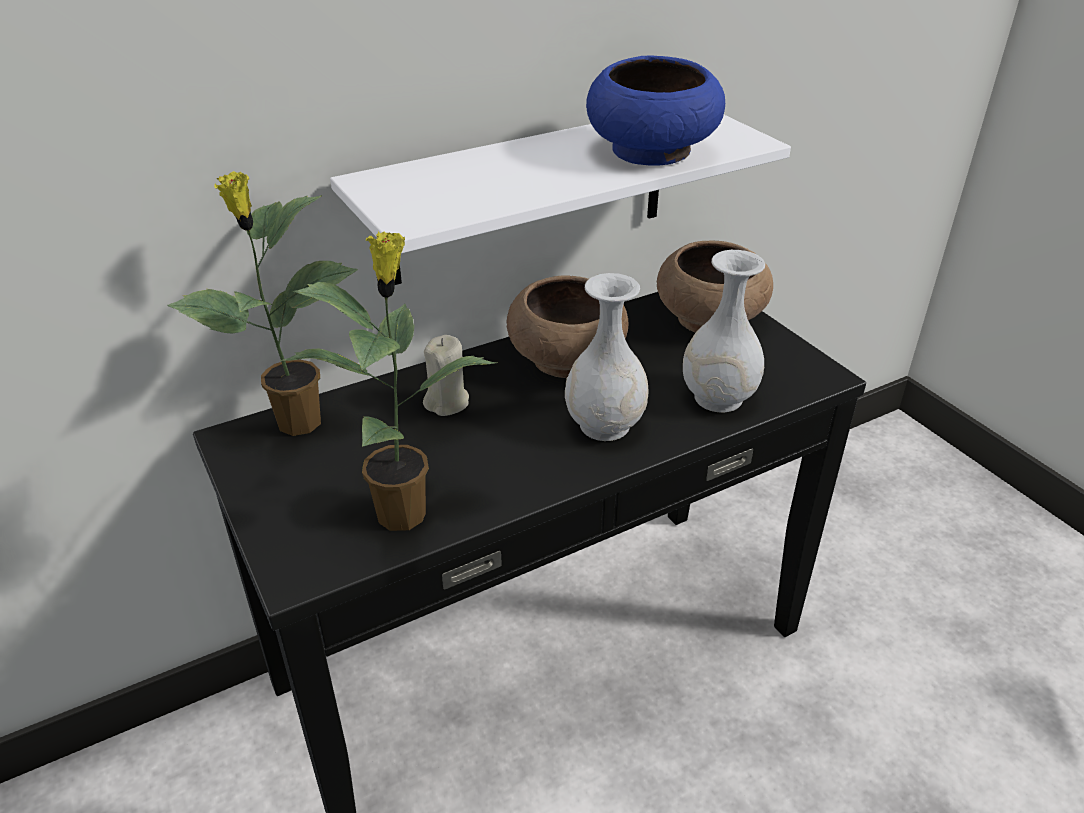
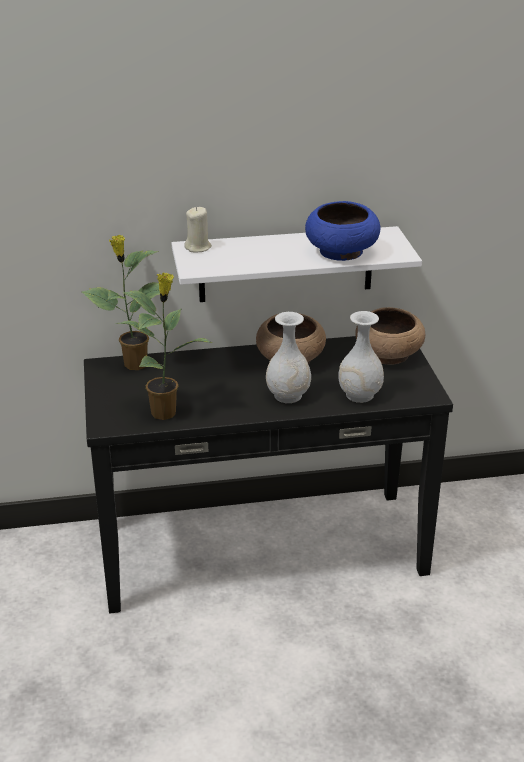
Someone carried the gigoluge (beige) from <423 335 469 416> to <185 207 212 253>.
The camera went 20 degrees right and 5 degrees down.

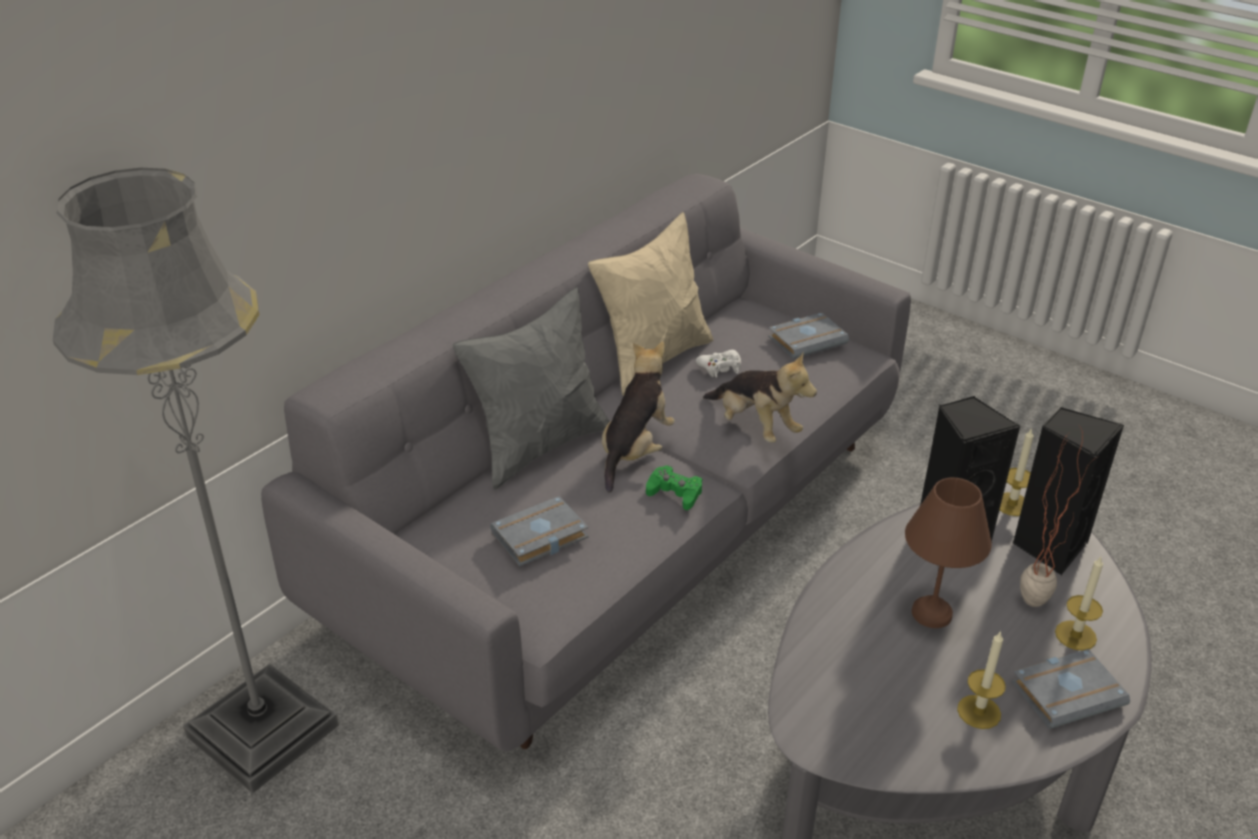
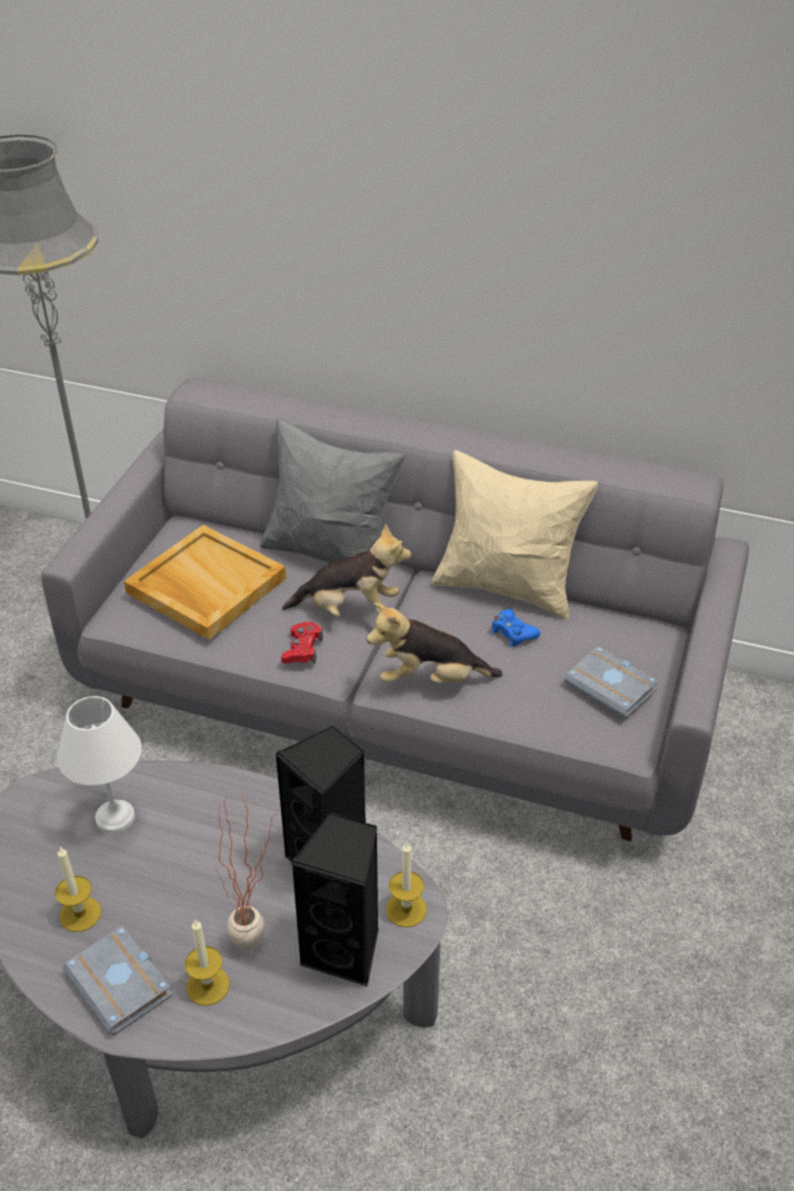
Someone put down the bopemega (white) at <57 696 142 834>.
Someone swapped the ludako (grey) at <490 496 589 567> for the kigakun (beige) at <124 525 286 640>.
Someone repainted the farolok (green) at <646 465 702 510>, which became the farolok (red) at <281 622 323 664>.
Someone rotated the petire at <703 352 817 443> by 60 degrees clockwise.
Someone repainted the farolok (white) at <696 350 741 378>, which became the farolok (blue) at <492 609 541 647>.
Someone took away the bopemega (brown) at <905 478 992 628>.
The camera went 70 degrees right and 5 degrees up.

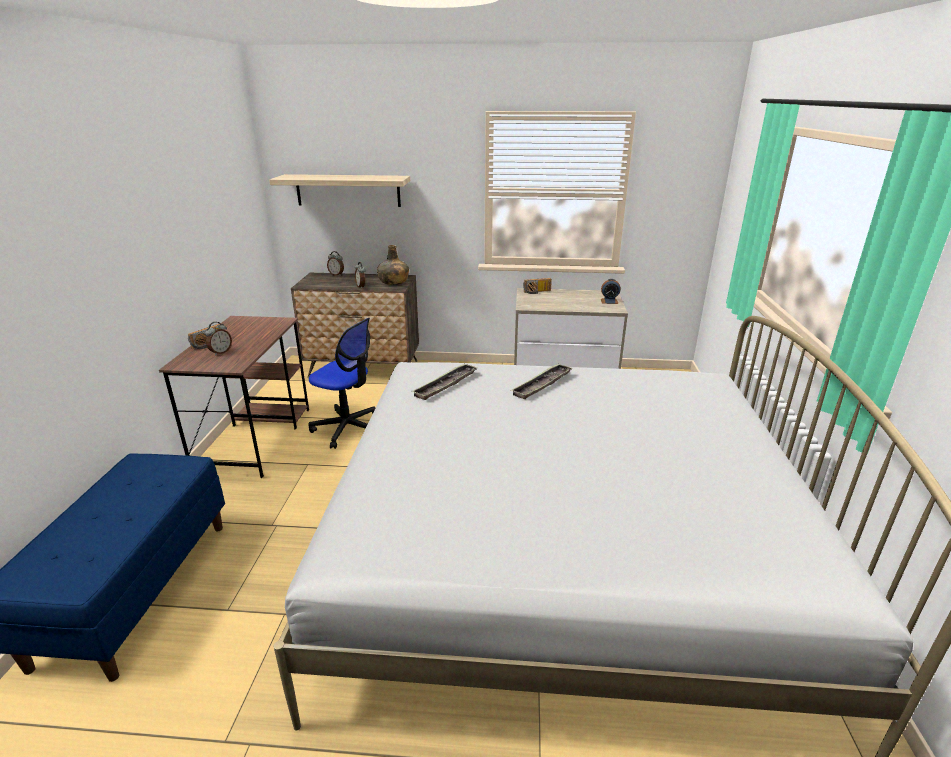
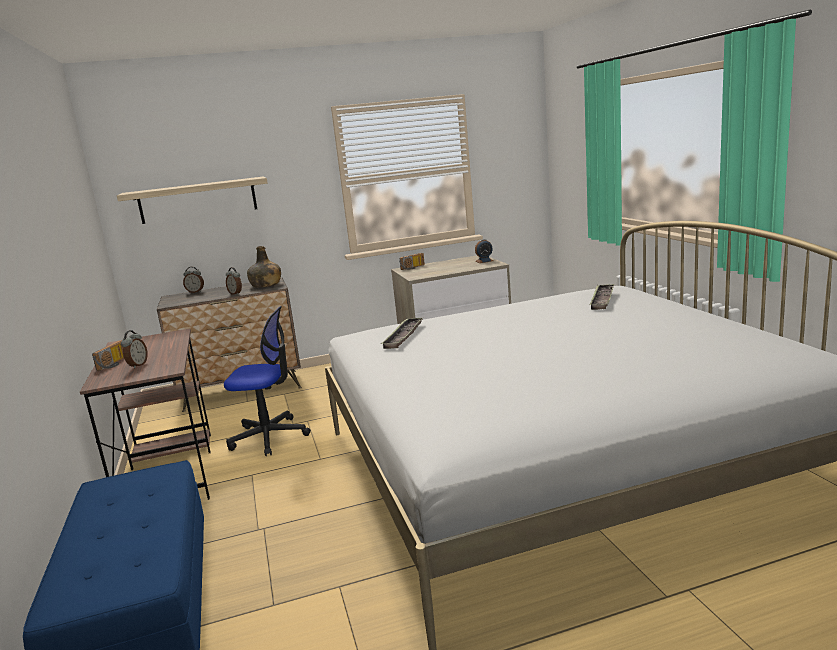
Someone carried the kigakun from <512 364 572 399> to <589 284 615 310>.
The camera went 20 degrees left and 10 degrees down.

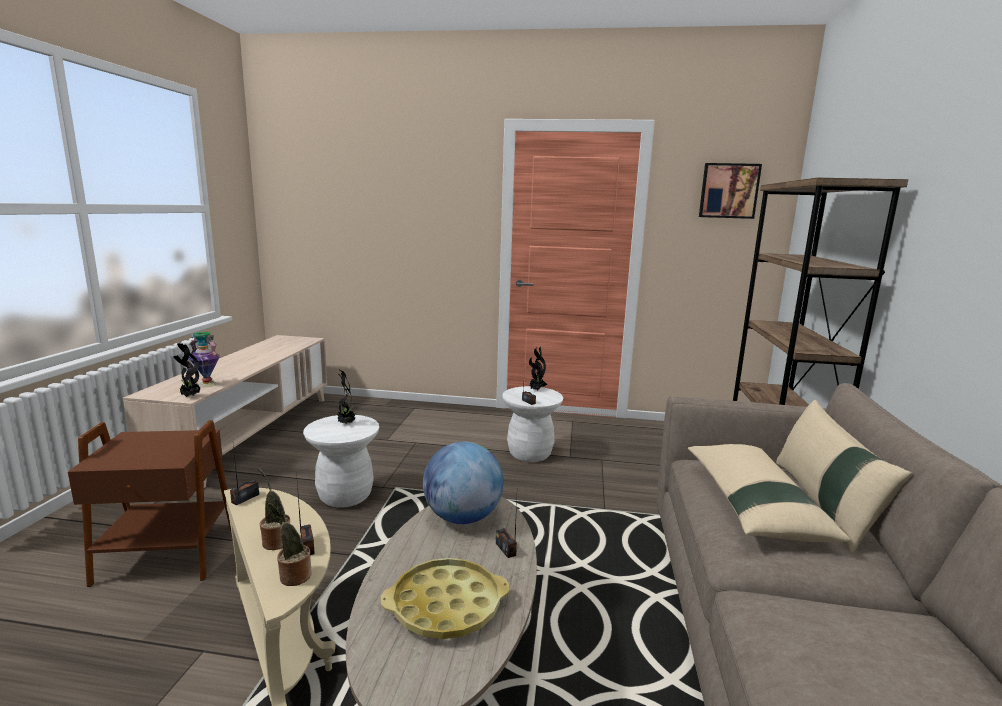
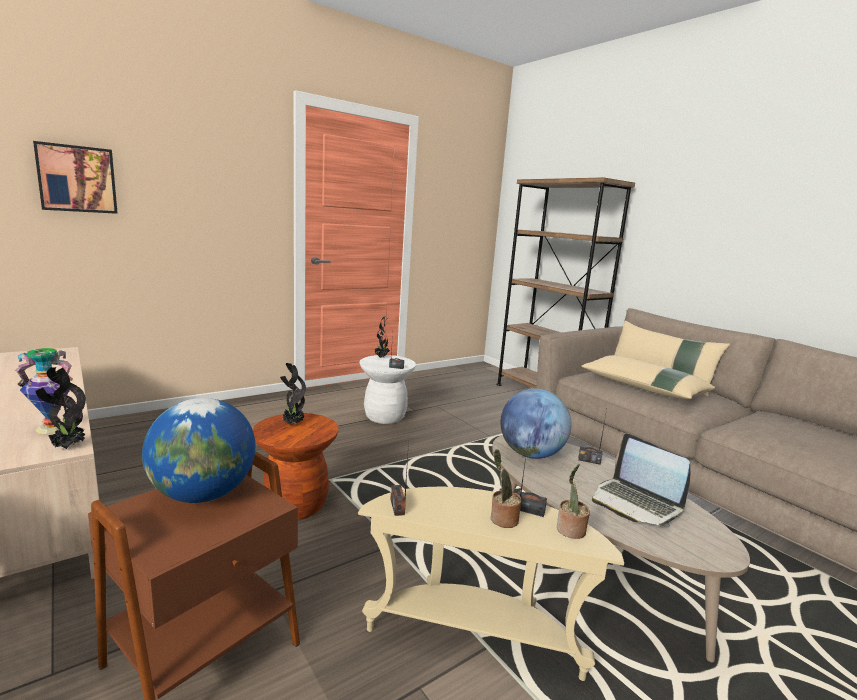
Someone carried the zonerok from <699 163 762 219> to <33 141 118 214>.
Someone put down the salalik at <142 398 255 503>.
Someone repainted the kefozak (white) at <303 415 379 508>, which became the kefozak (brown) at <252 413 338 520>.
Someone swapped the kigakun (yellow) at <381 558 510 639> for the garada at <592 434 690 527>.
The camera went 45 degrees left and 0 degrees up.

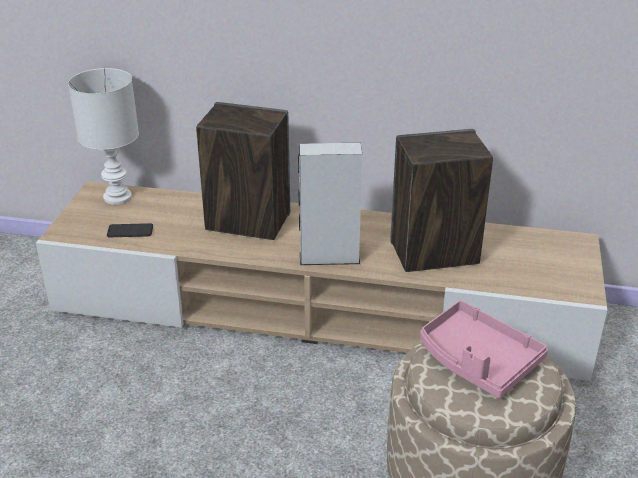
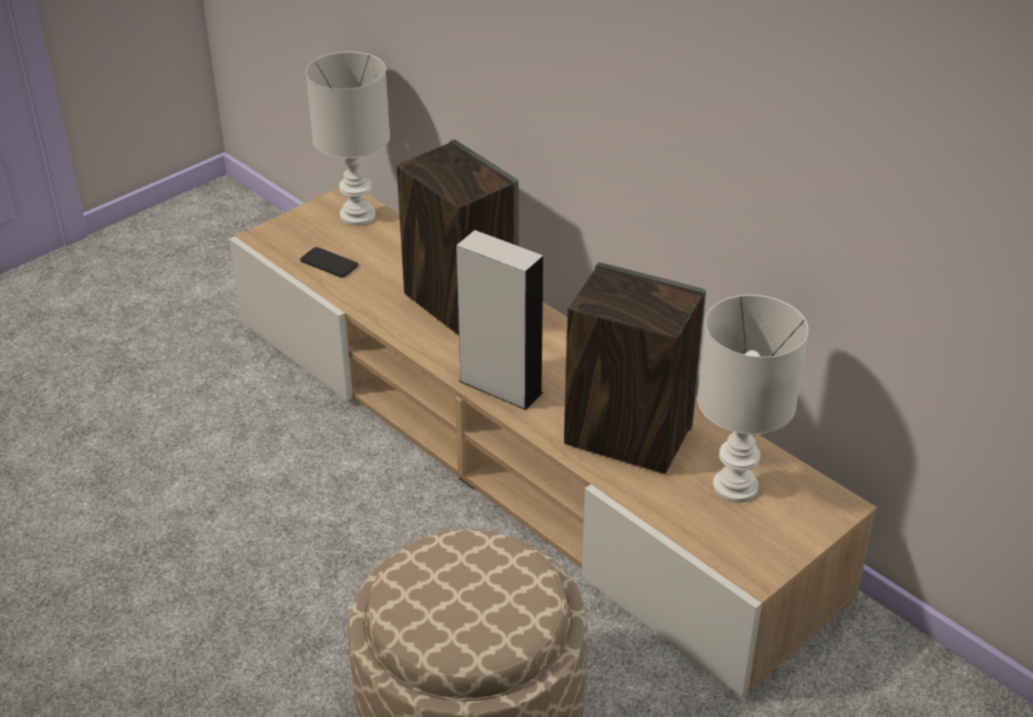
Someone put down the bopemega (white) at <697 295 809 503>.
Someone took away the kigakun (pink) at <420 300 548 398>.
The camera went 35 degrees right and 5 degrees up.

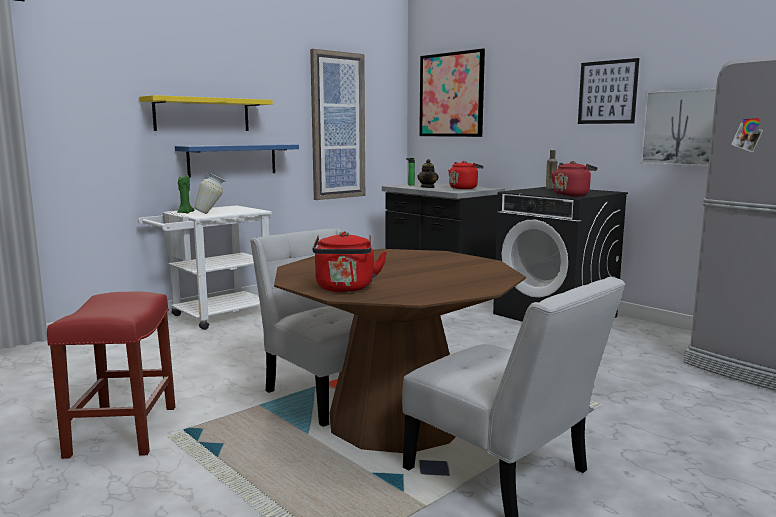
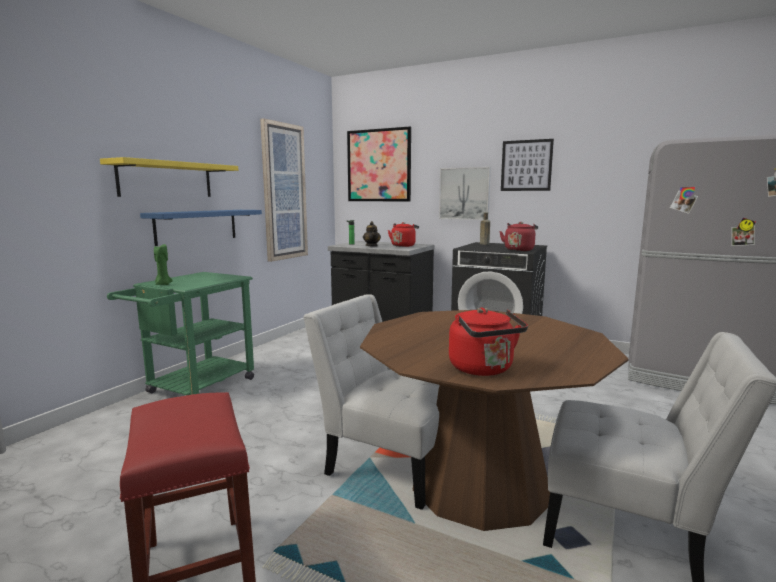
Someone repainted the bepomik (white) at <138 205 272 330>, which became the bepomik (green) at <107 272 254 395>.
Someone carried the zonerok from <640 88 716 166> to <439 167 491 220>.
Someone took away the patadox at <194 172 225 214>.
The camera went 20 degrees left and 0 degrees up.

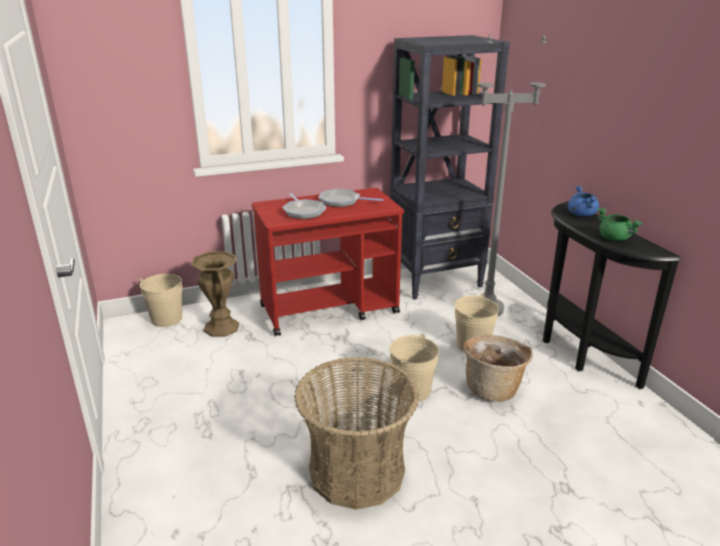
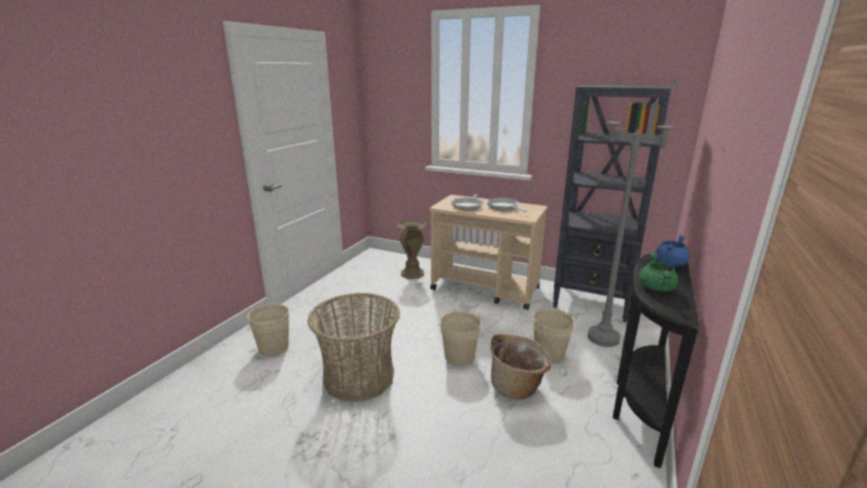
Someone carried the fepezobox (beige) from <139 274 183 327> to <247 303 289 356>.
Someone repainted the bepomik (red) at <252 188 404 336>, which became the bepomik (beige) at <430 195 548 310>.
The camera went 45 degrees right and 5 degrees down.

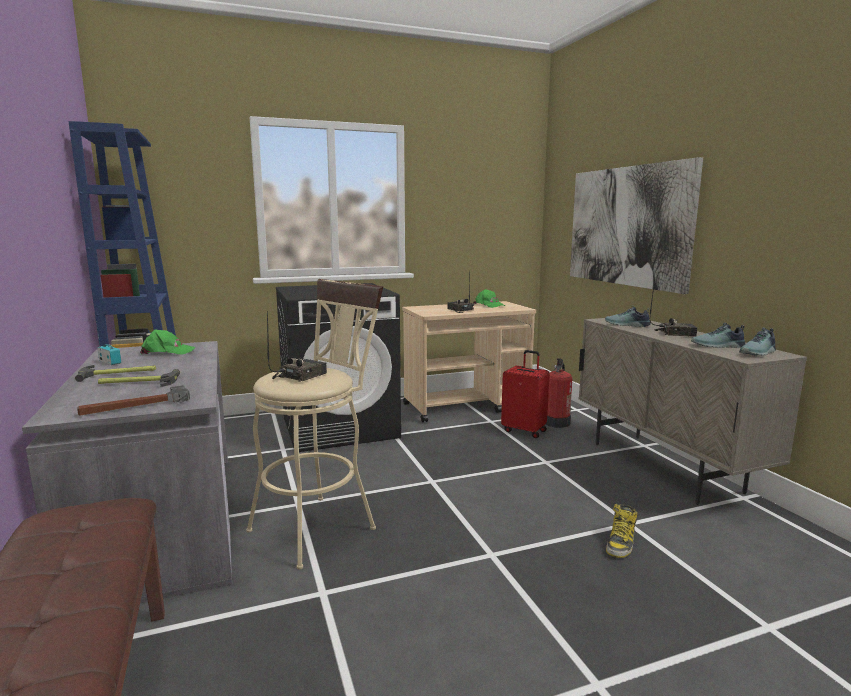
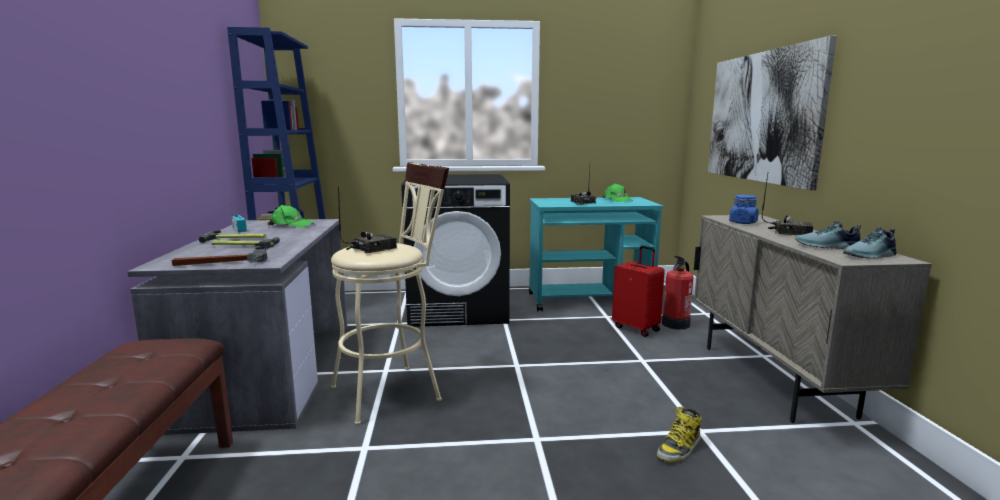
Someone repainted the bepomik (beige) at <402 301 536 422>, which became the bepomik (turquoise) at <529 197 663 311>.
Someone swapped the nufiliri at <605 306 651 327> for the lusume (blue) at <729 195 759 224>.
The camera went 15 degrees right and 0 degrees up.

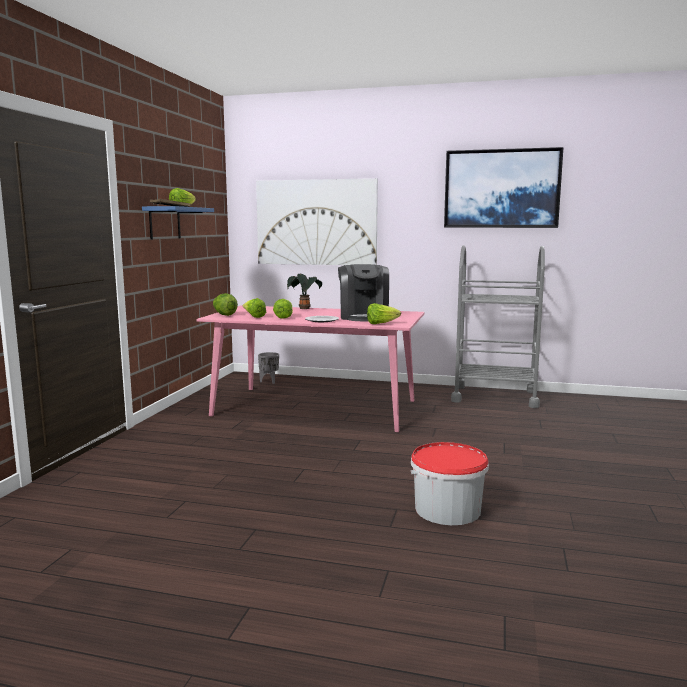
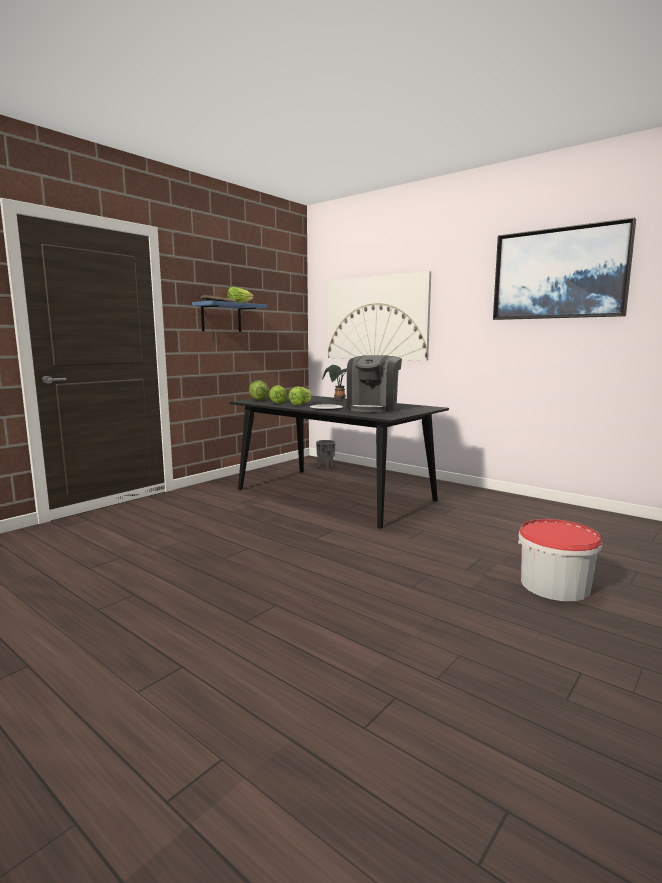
Someone repainted the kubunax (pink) at <197 305 425 432>, which became the kubunax (black) at <230 395 449 529>.
Someone carried the fepezobox from <411 442 489 525> to <518 519 602 601>.
Someone took away the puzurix at <367 303 401 324>.
Someone took away the bepomik (grey) at <451 245 545 408>.
The camera went 25 degrees right and 0 degrees up.

